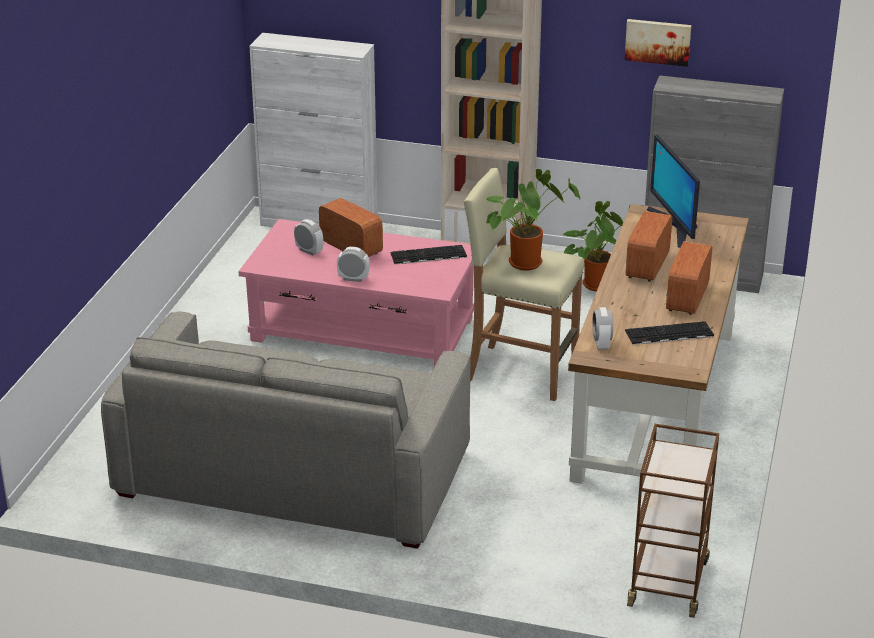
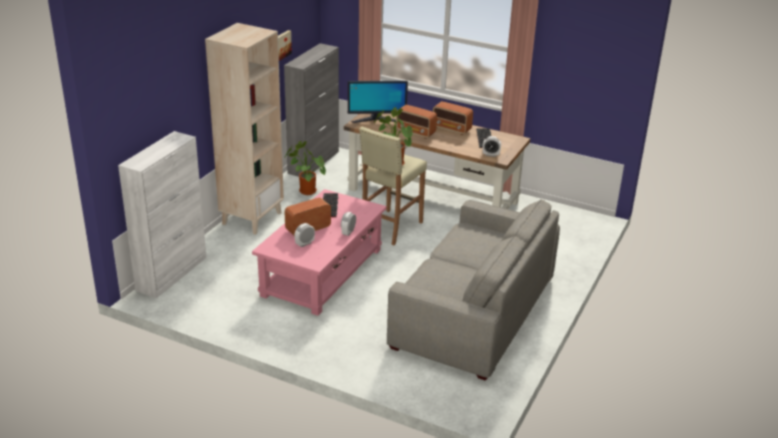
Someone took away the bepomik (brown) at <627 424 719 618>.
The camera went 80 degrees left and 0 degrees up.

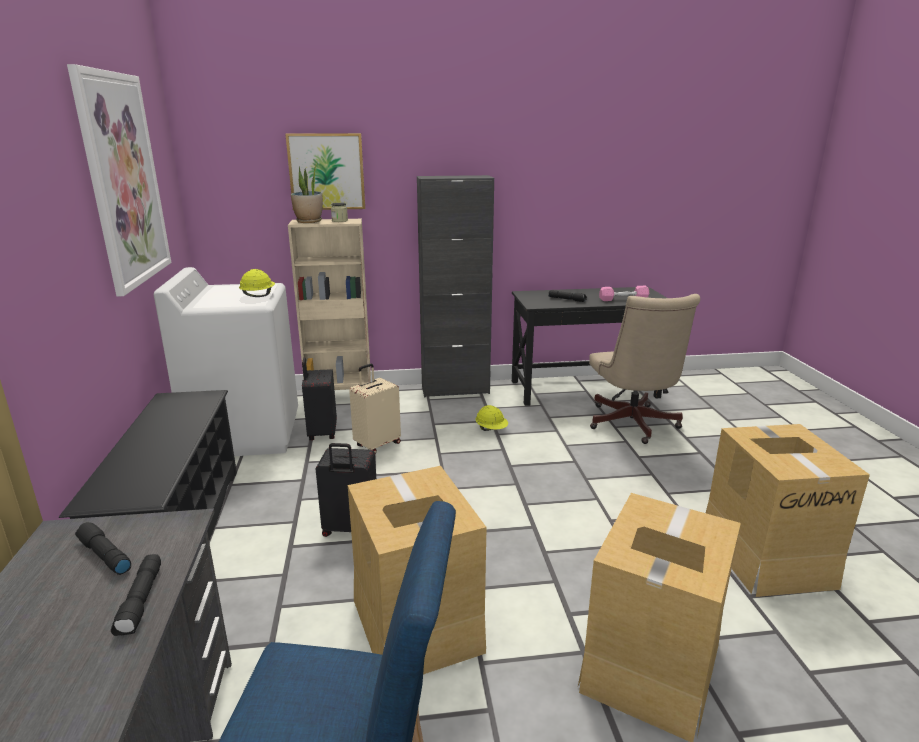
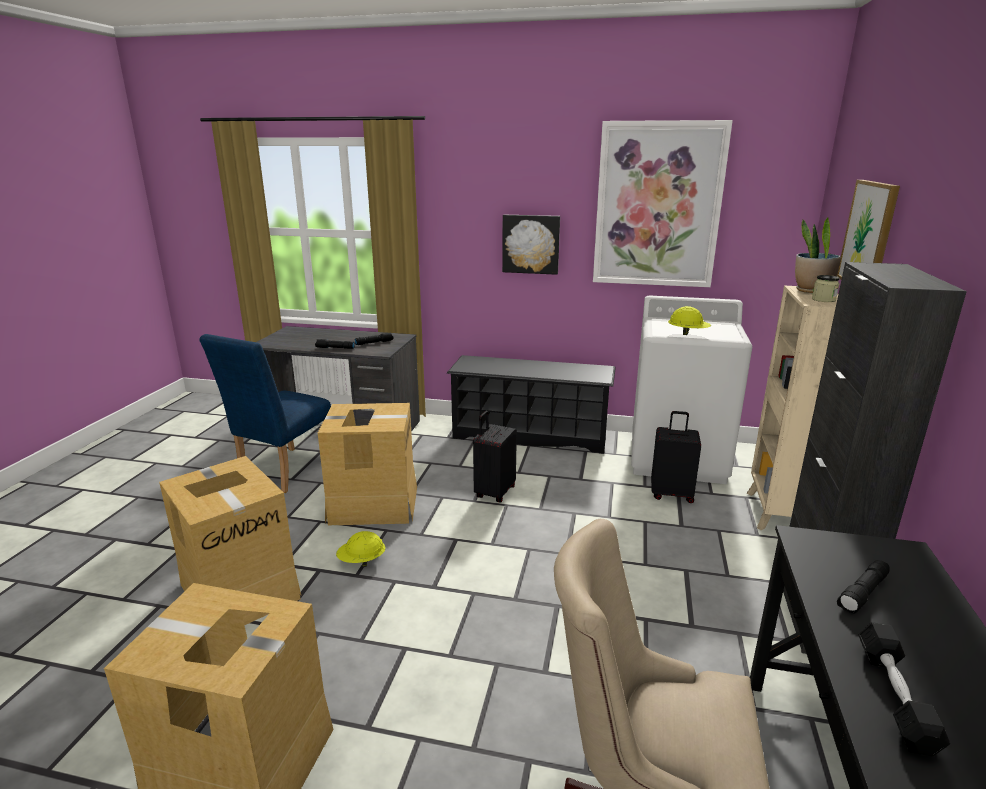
Someone carried the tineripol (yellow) from <476 405 508 431> to <336 531 385 567>.
Someone put up the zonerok at <502 215 560 275>.
Someone repainted the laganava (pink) at <599 286 649 301>, which became the laganava (black) at <858 622 950 757>.
Someone took away the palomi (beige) at <349 364 401 453>.
The camera went 110 degrees right and 0 degrees up.

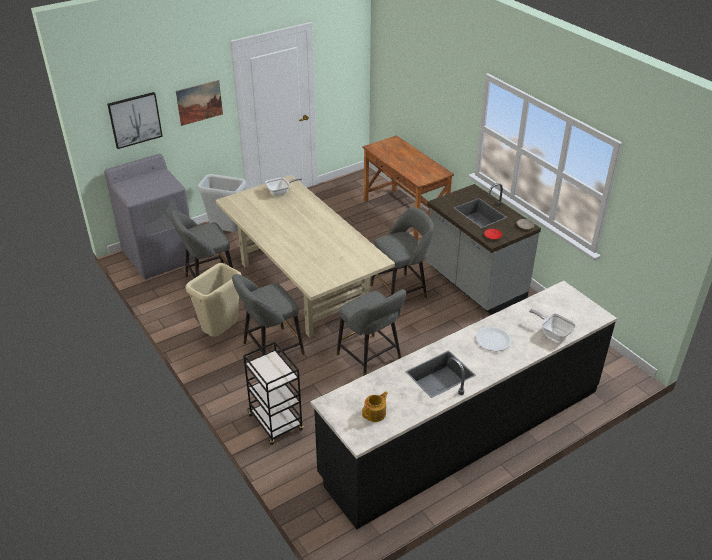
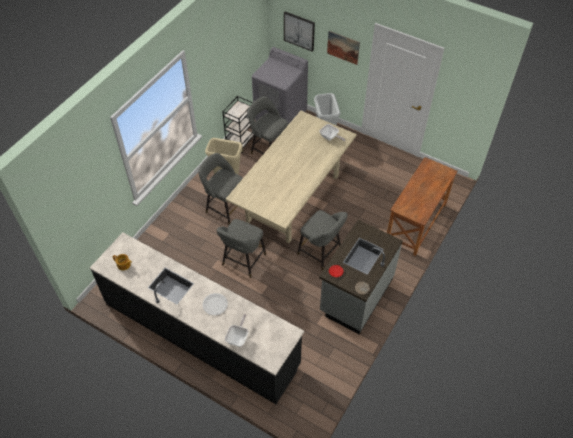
Someone carried the bepomik (black) from <243 342 304 445> to <222 96 257 153>.
The camera went 65 degrees right and 15 degrees up.

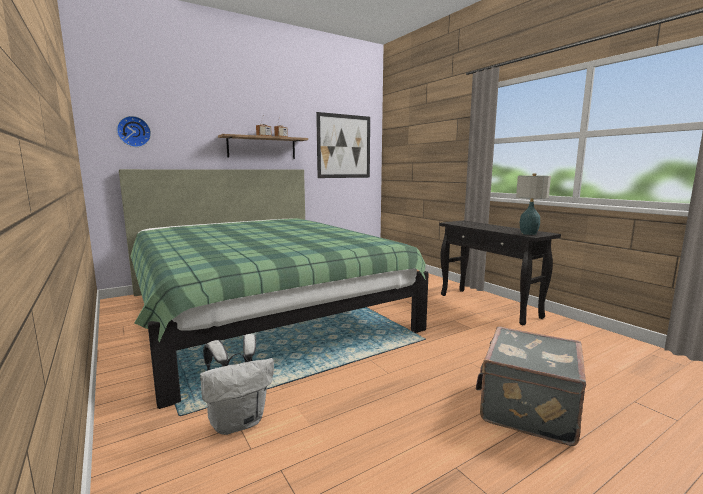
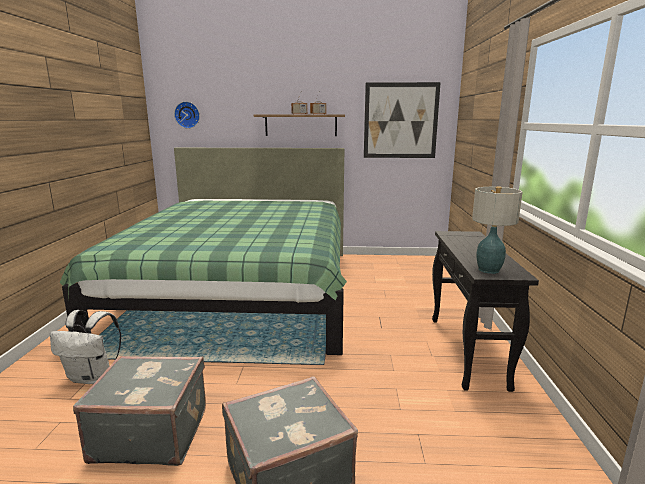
Someone put down the palomi (grey) at <73 356 206 466>.
The camera went 35 degrees right and 5 degrees up.

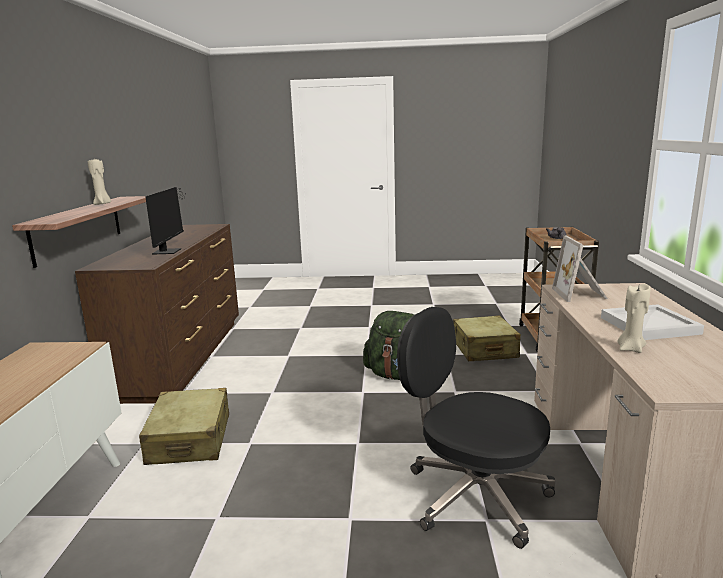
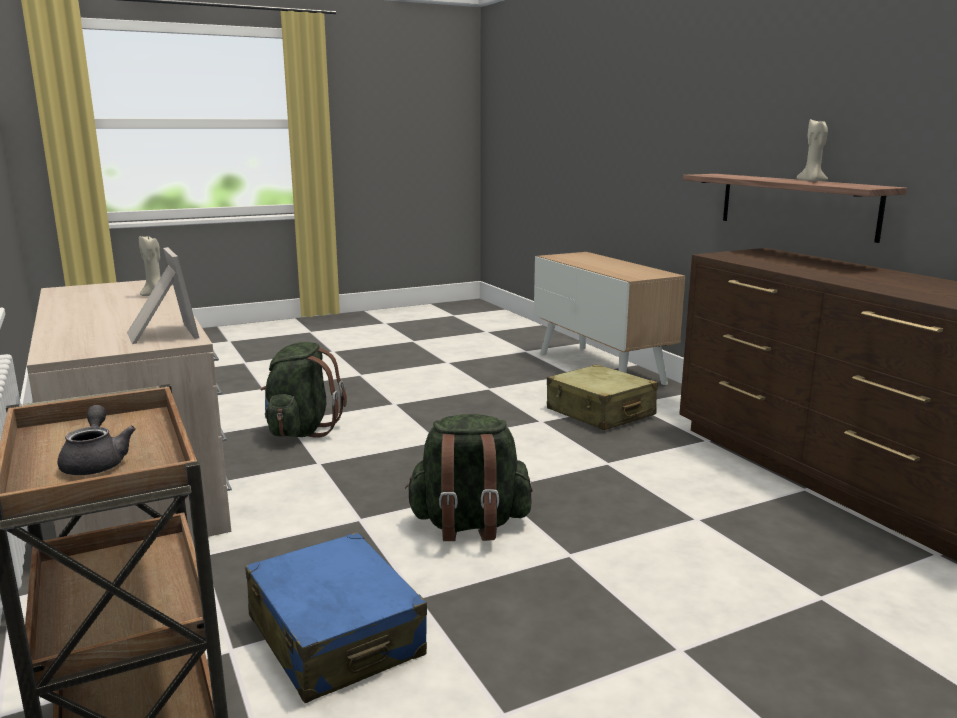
Someone repainted the palomi (beige) at <453 315 521 361>, which became the palomi (blue) at <245 532 427 703>.
Someone swapped the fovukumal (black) at <397 307 555 549> for the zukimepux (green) at <261 342 347 438>.
Someone took away the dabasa at <145 187 184 254>.
Someone took away the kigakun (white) at <601 304 704 340>.
The camera went 150 degrees right and 0 degrees up.

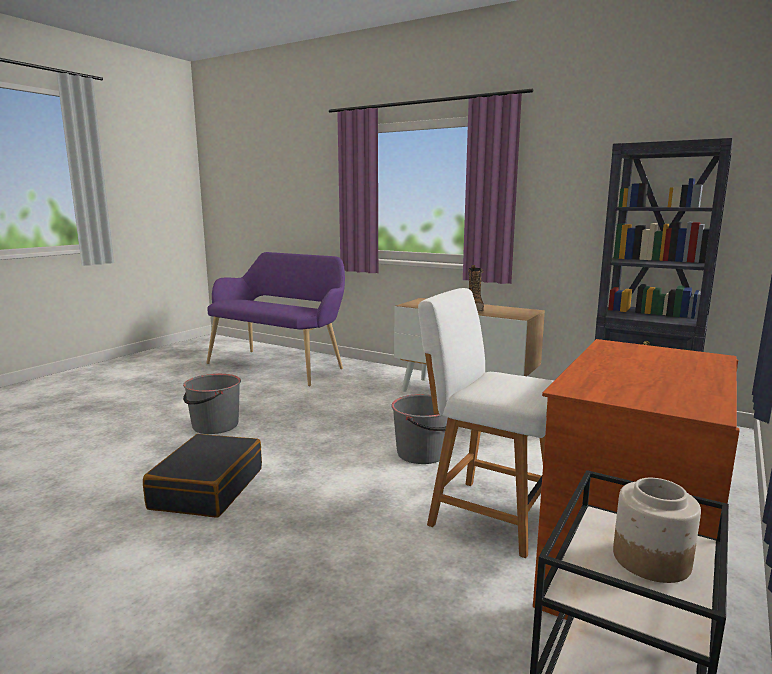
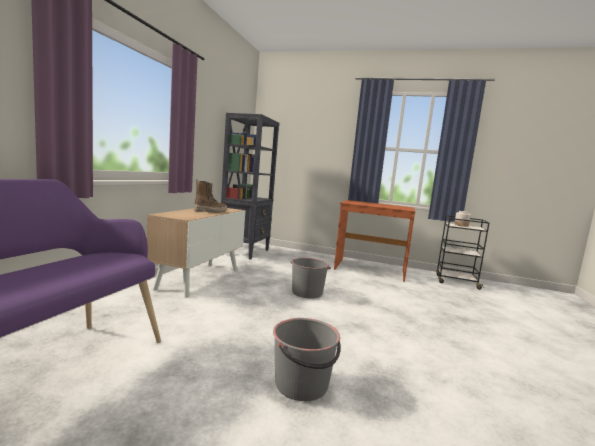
Someone took away the palomi (black) at <143 434 262 518>.
Someone took away the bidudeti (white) at <418 288 555 558>.
The camera went 105 degrees left and 5 degrees down.

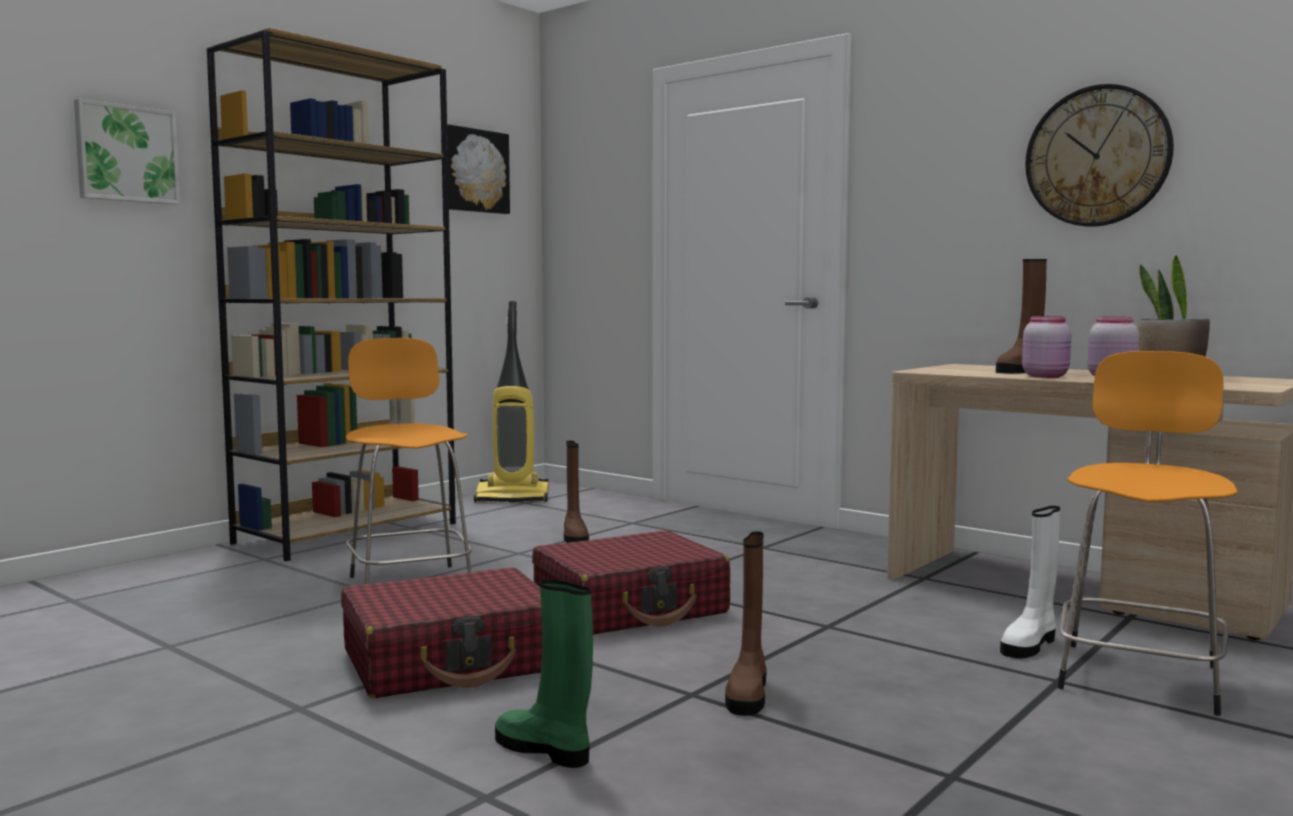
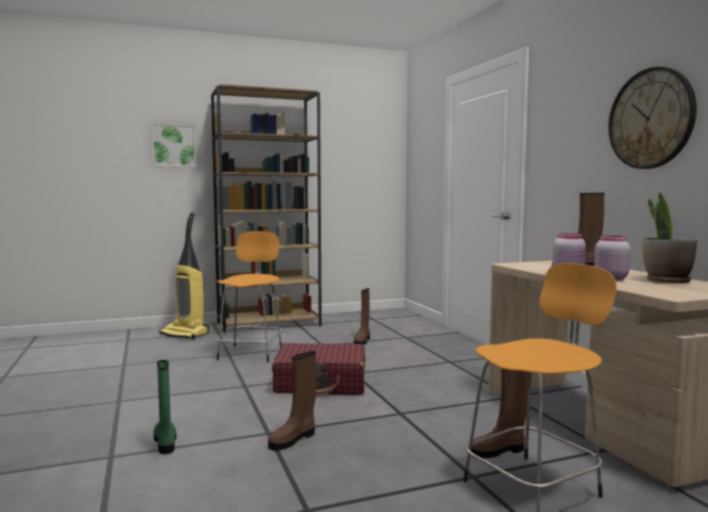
Someone carried the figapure from <474 301 549 502> to <159 212 209 340>.
Someone repainted the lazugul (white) at <1000 506 1060 659>, which became the lazugul (brown) at <471 369 529 458>.
Someone took away the palomi (red) at <341 567 542 698>.
Someone took away the zonerok at <447 124 510 214>.
The camera went 30 degrees right and 0 degrees up.

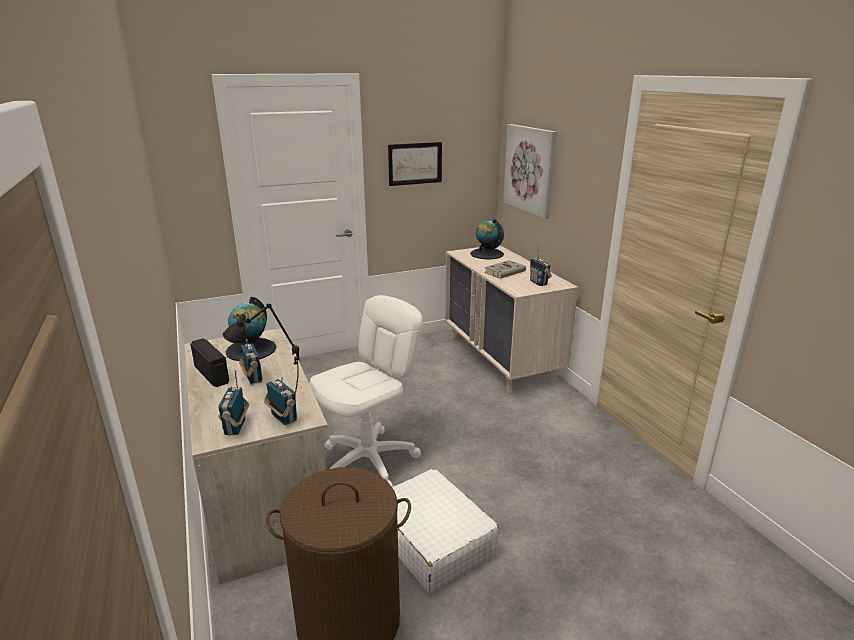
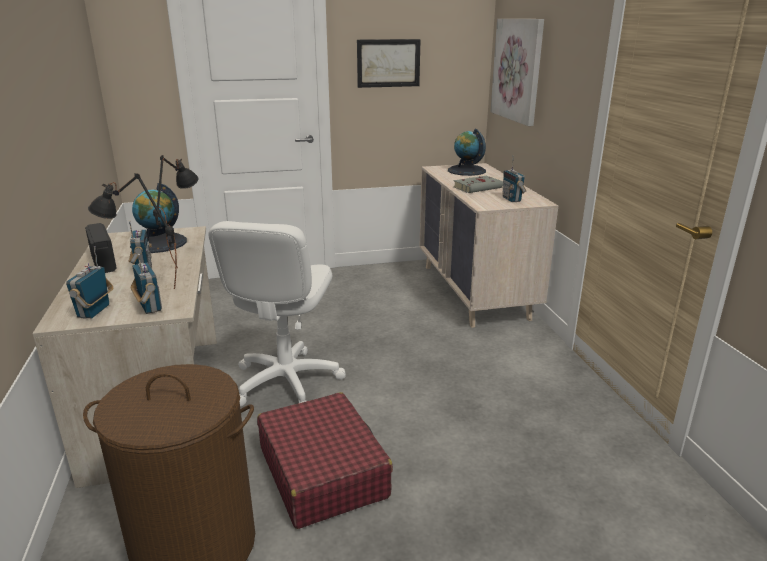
Someone put down the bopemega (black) at <153 155 199 268>.
Someone rotated the fovukumal (white) at <309 295 422 487> by 135 degrees clockwise.
Someone repainted the palomi (white) at <392 468 499 593>, which became the palomi (red) at <257 392 393 529>.
The camera went 10 degrees right and 0 degrees up.

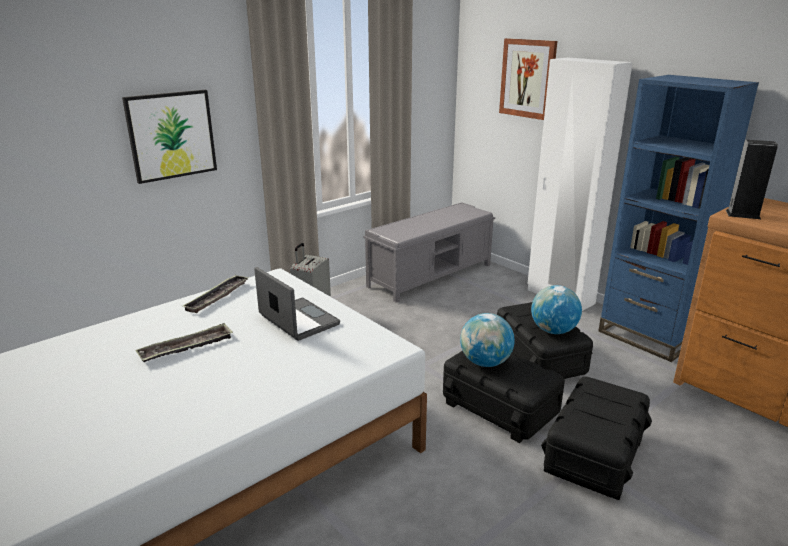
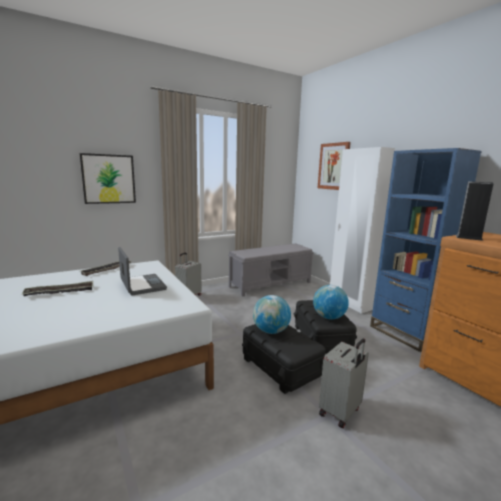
Someone swapped the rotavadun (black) at <541 377 652 500> for the palomi (grey) at <319 338 369 428>.
The camera went 10 degrees right and 10 degrees down.

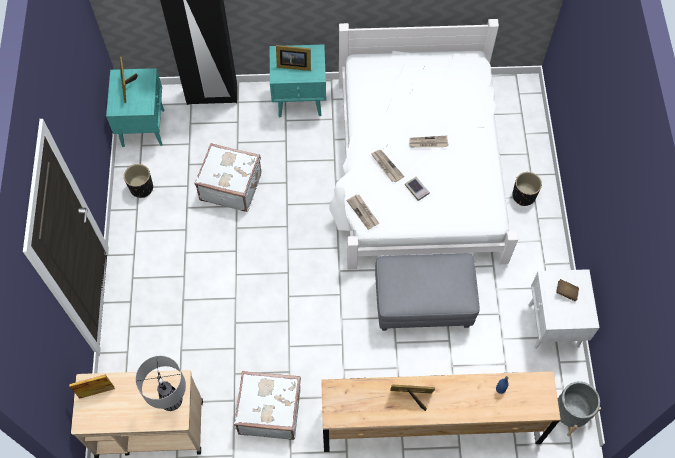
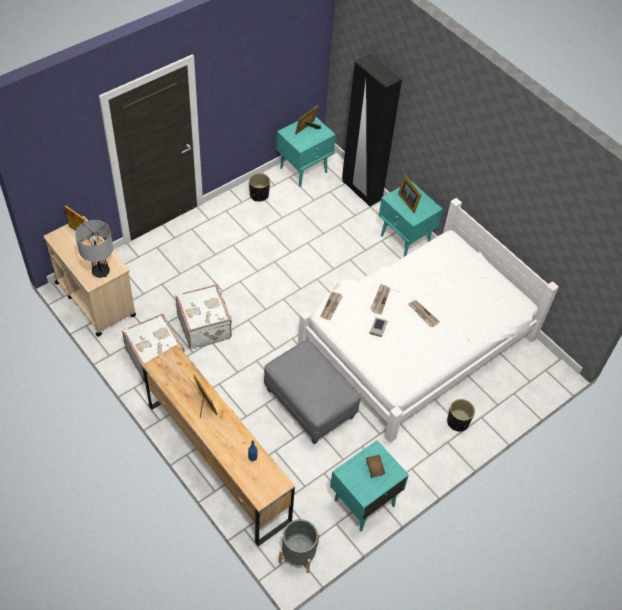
Someone carried the palomi (white) from <195 143 261 212> to <175 284 232 349>.
Someone repainted the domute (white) at <528 269 599 349>, which became the domute (turquoise) at <330 440 409 531>.
The camera went 50 degrees right and 10 degrees down.

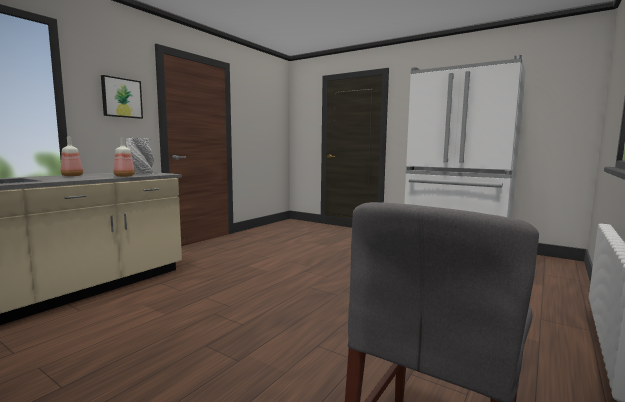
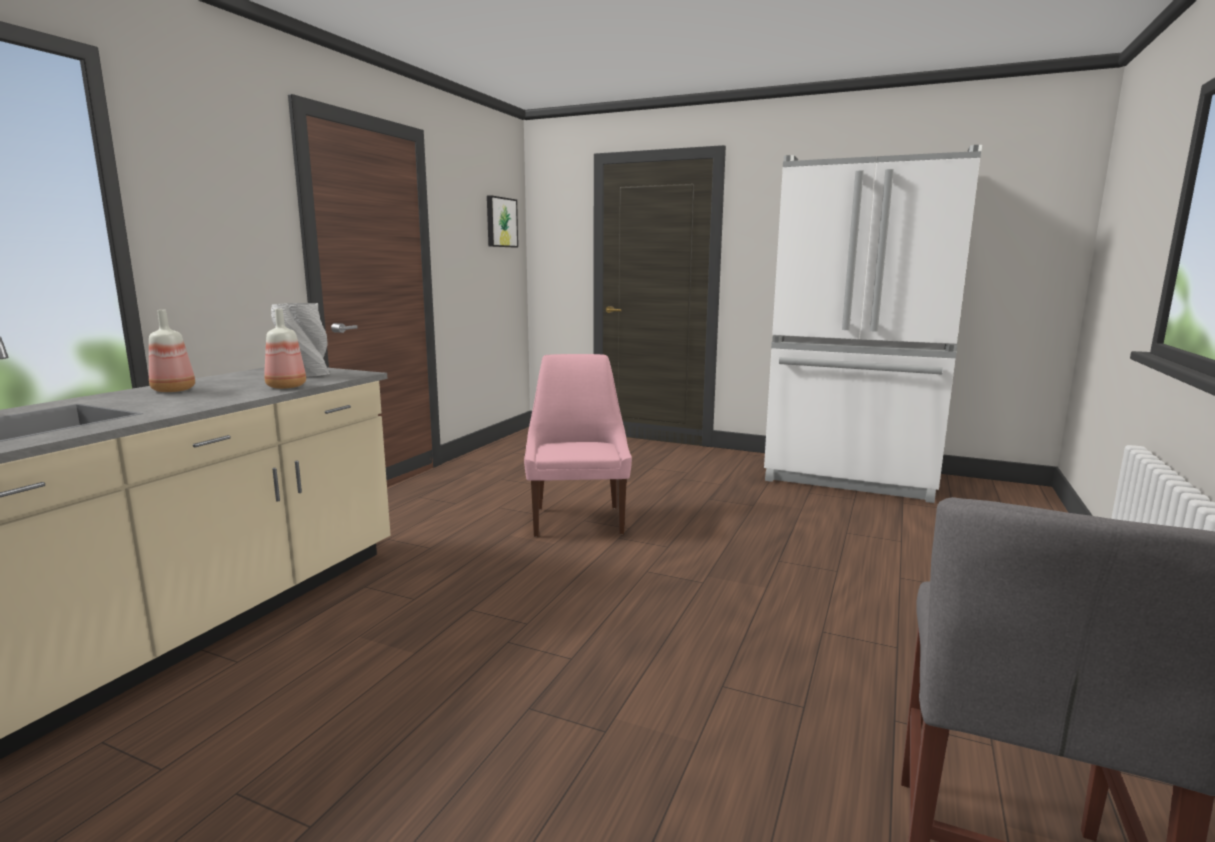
Someone carried the zonerok from <101 75 143 119> to <487 195 518 247>.
Someone put down the bidudeti (pink) at <524 354 632 537>.
The camera went 10 degrees left and 5 degrees up.

